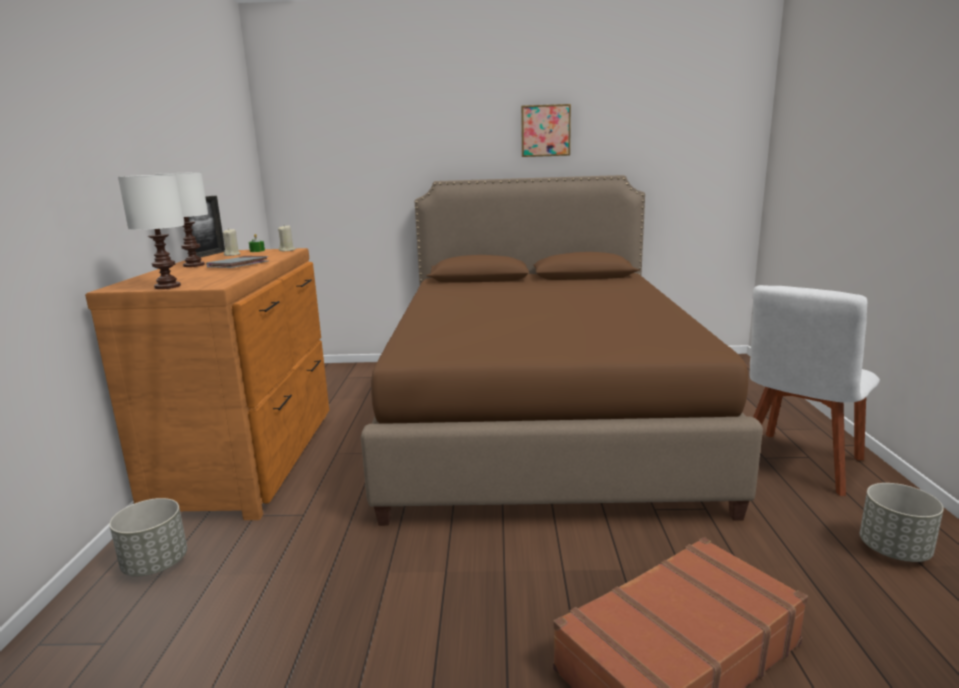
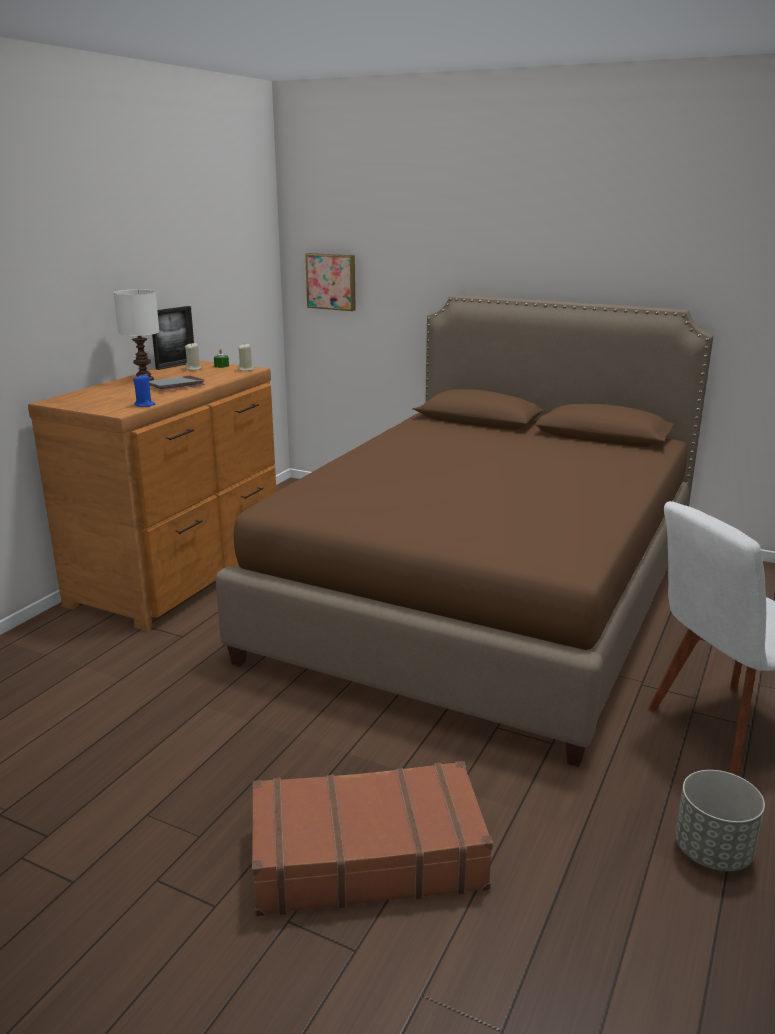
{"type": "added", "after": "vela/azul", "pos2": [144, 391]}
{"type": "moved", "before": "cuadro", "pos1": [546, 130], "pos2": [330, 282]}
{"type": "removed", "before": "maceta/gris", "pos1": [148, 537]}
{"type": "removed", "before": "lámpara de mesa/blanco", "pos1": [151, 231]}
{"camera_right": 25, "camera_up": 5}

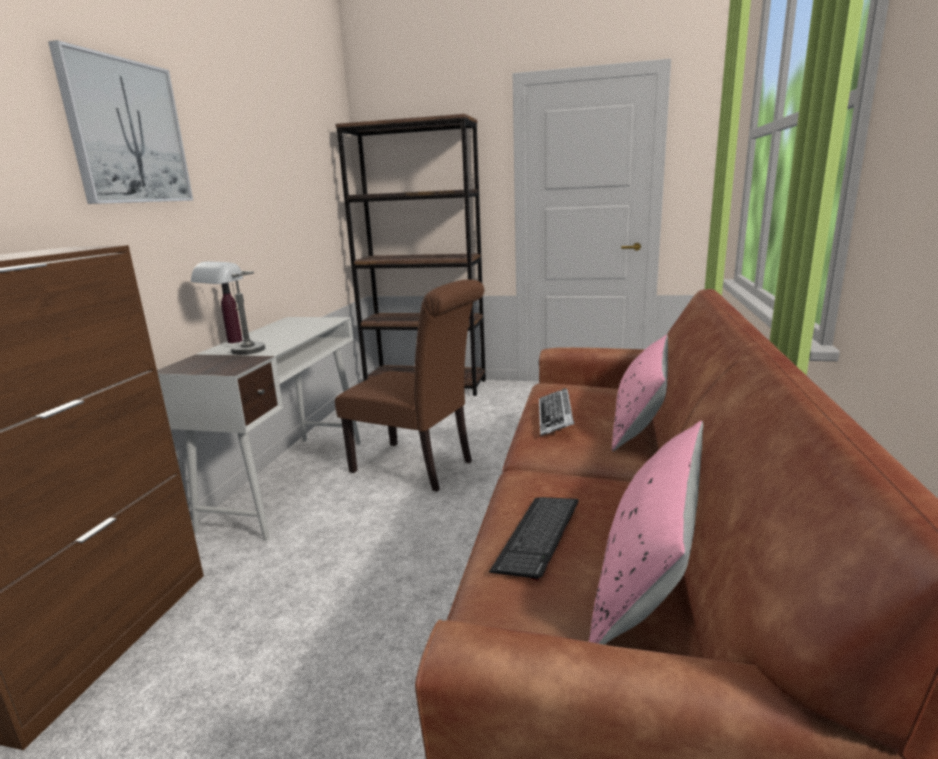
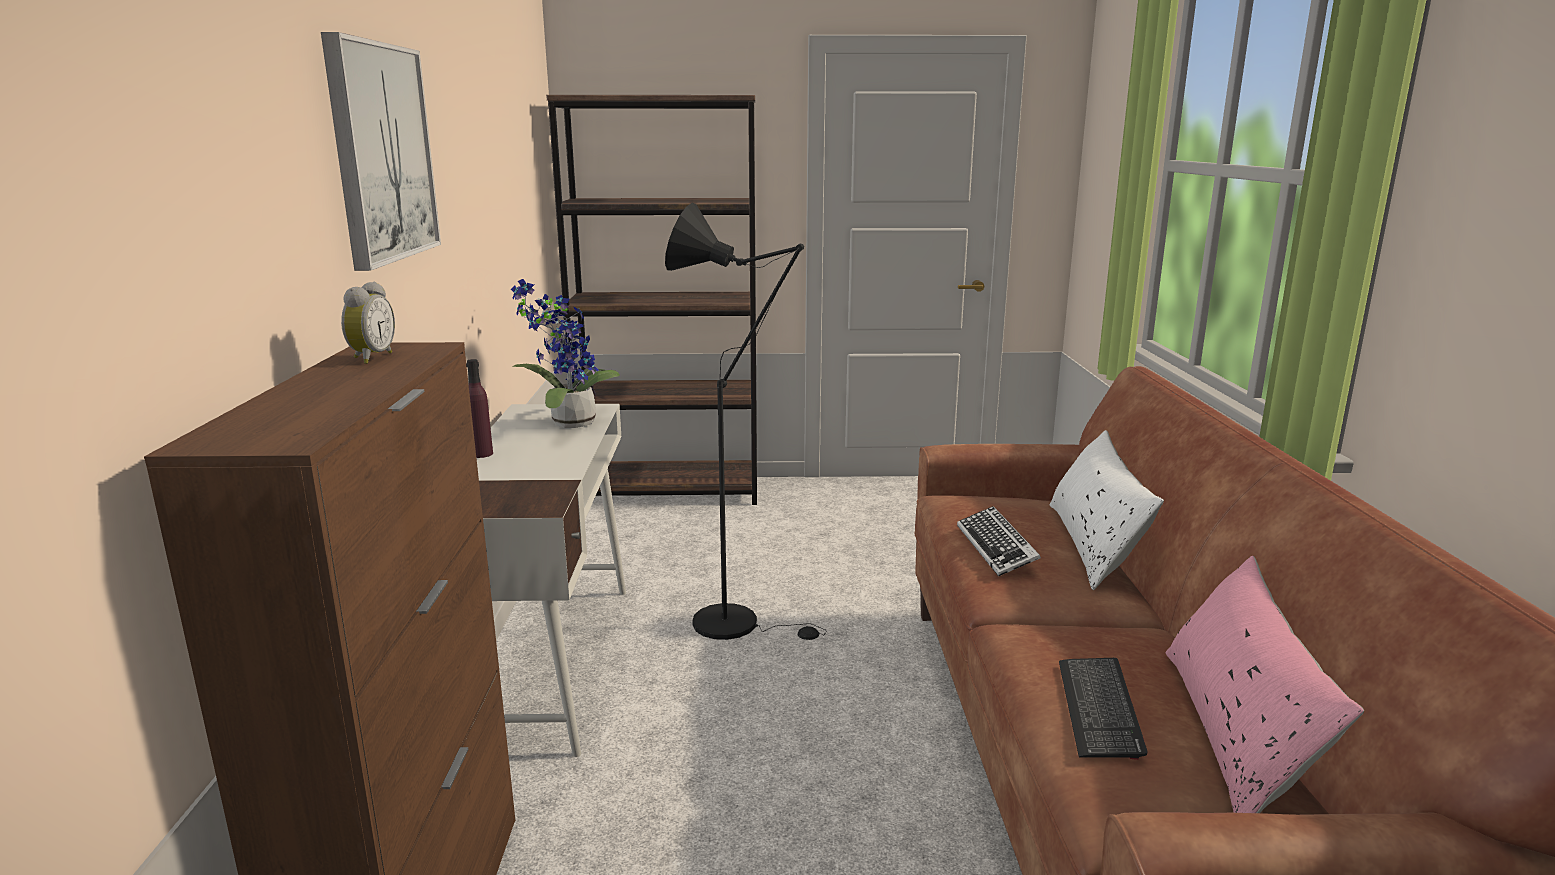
{"type": "added", "after": "despertador", "pos2": [368, 323]}
{"type": "added", "after": "planta en maceta", "pos2": [565, 353]}
{"type": "replaced", "before": "silla/marrón", "after": "lámpara de pie/negro", "pos1": [409, 385], "pos2": [745, 421]}
{"type": "recoloured", "before": "cojín/rosa", "after": "cojín/blanco", "pos1": [640, 393], "pos2": [1107, 510]}
{"type": "removed", "before": "lámpara de mesa/gris", "pos1": [228, 308]}
{"camera_right": -15, "camera_up": 0}

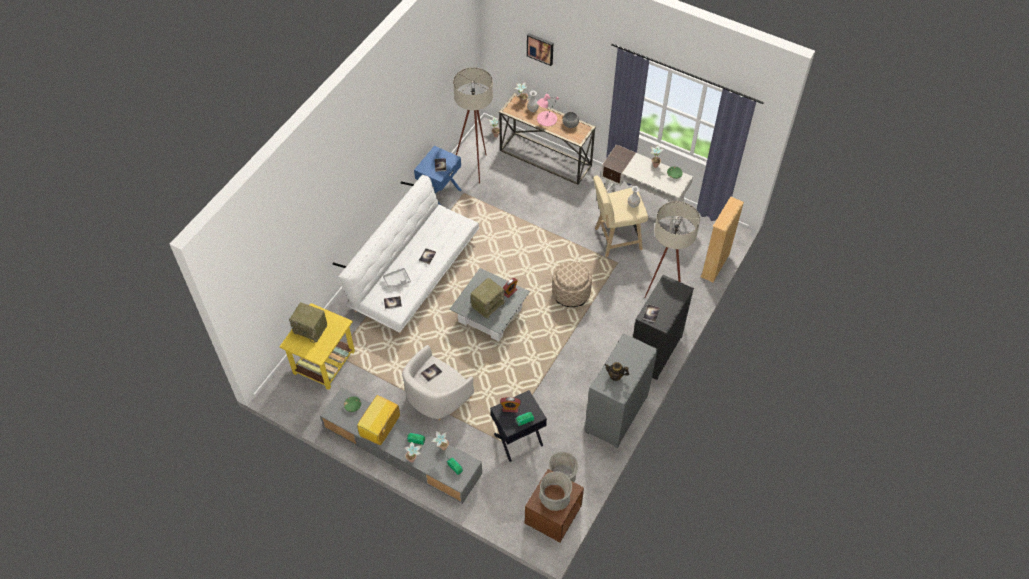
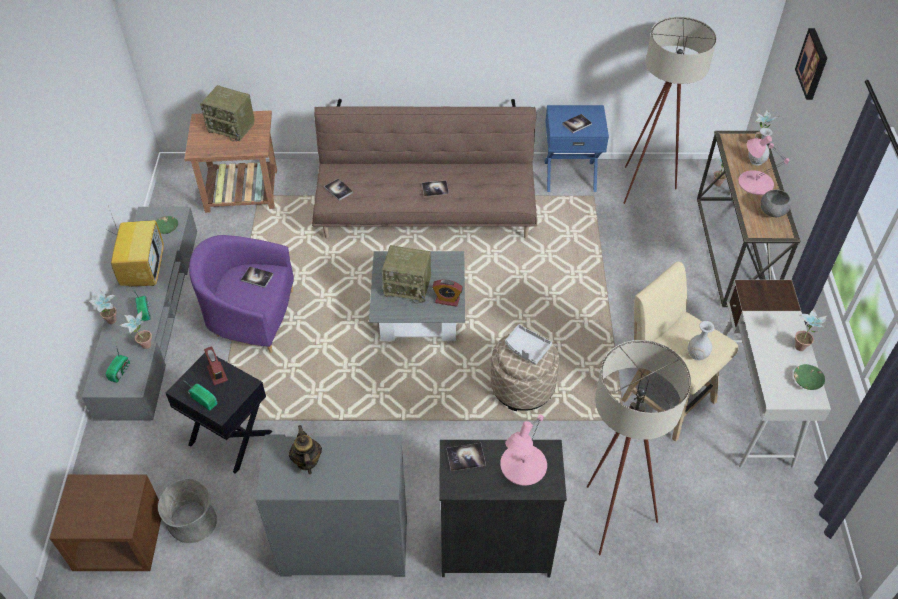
{"type": "turned", "before": "televisor", "pos1": [378, 420], "pos2": [136, 246], "turn": 90}
{"type": "recoloured", "before": "mesa auxiliar/amarillo", "after": "mesa auxiliar/marrón", "pos1": [317, 346], "pos2": [230, 161]}
{"type": "recoloured", "before": "sillón/blanco", "after": "sillón/morado", "pos1": [438, 382], "pos2": [241, 294]}
{"type": "turned", "before": "radio", "pos1": [308, 322], "pos2": [227, 113], "turn": -60}
{"type": "recoloured", "before": "sofá/blanco", "after": "sofá/marrón", "pos1": [406, 255], "pos2": [424, 168]}
{"type": "added", "after": "lámpara de mesa/rosa", "pos2": [523, 450]}
{"type": "moved", "before": "bandeja/gris", "pos1": [397, 278], "pos2": [528, 345]}
{"type": "removed", "before": "florero/gris", "pos1": [555, 491]}
{"type": "removed", "before": "estantería/beis", "pos1": [722, 239]}
{"camera_right": 60, "camera_up": -5}

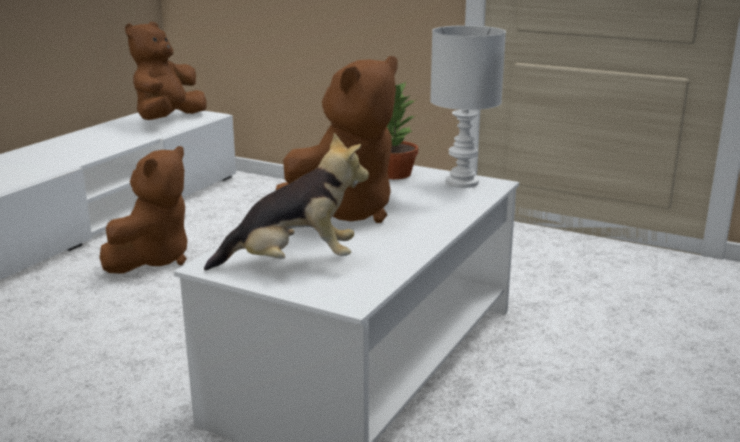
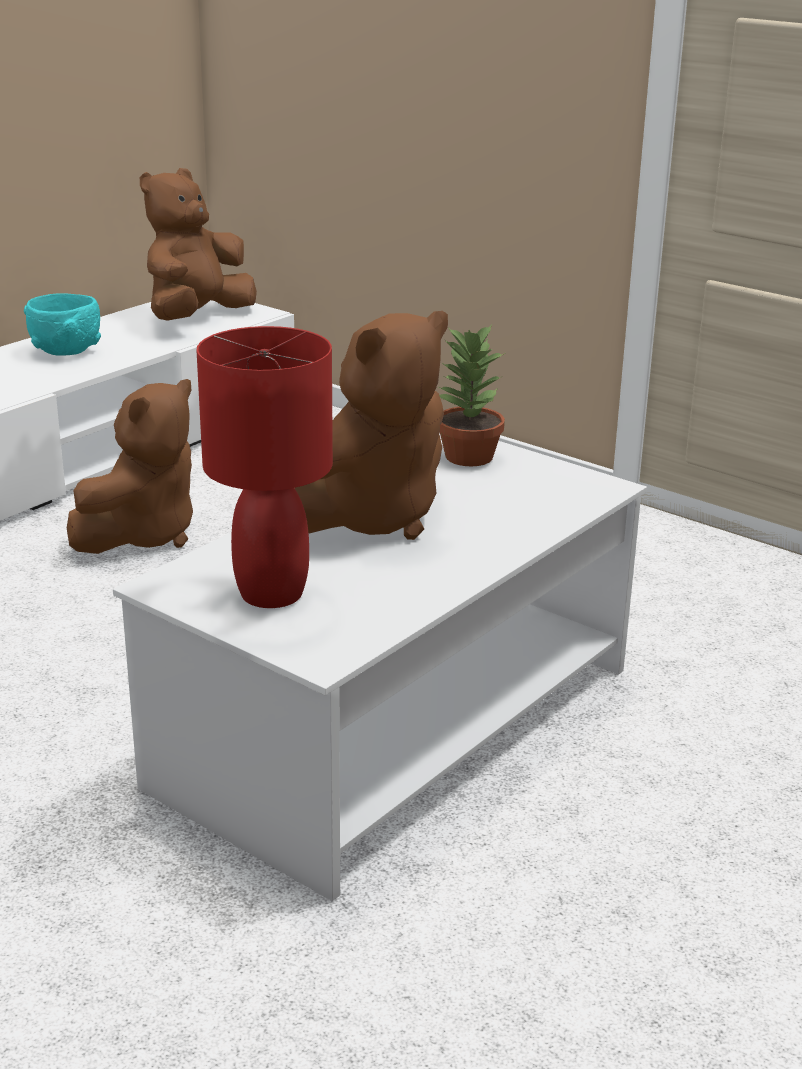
{"type": "added", "after": "cuenco/turquesa", "pos2": [62, 324]}
{"type": "replaced", "before": "peluche", "after": "lámpara de mesa/rojo", "pos1": [286, 202], "pos2": [264, 467]}
{"type": "removed", "before": "lámpara de mesa/blanco", "pos1": [468, 106]}
{"camera_right": 10, "camera_up": 5}

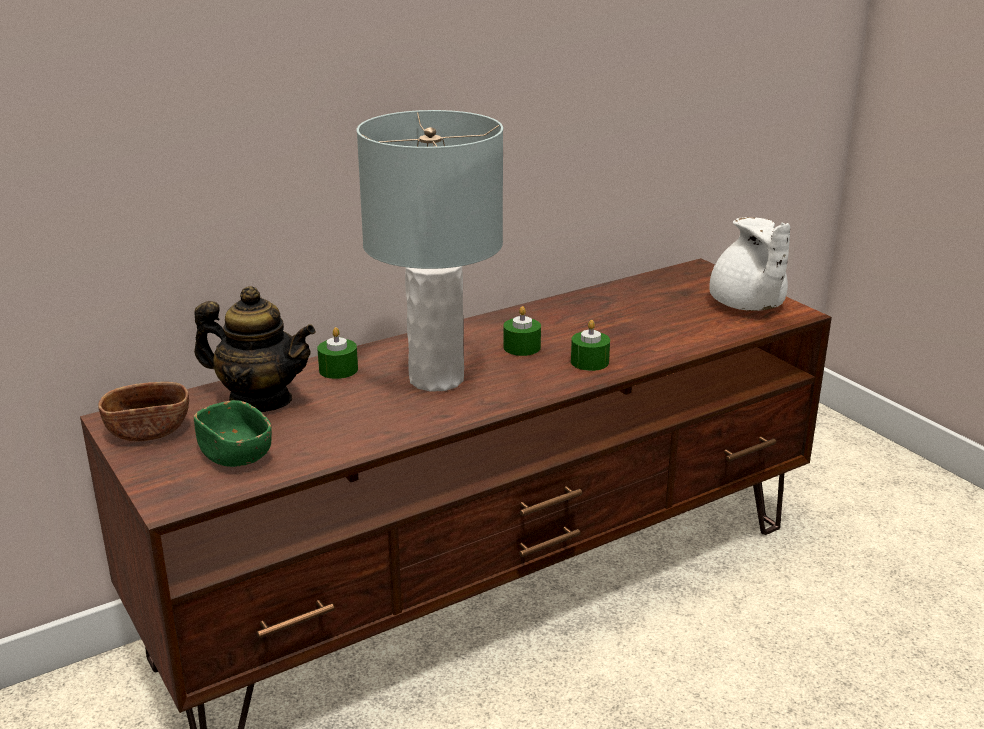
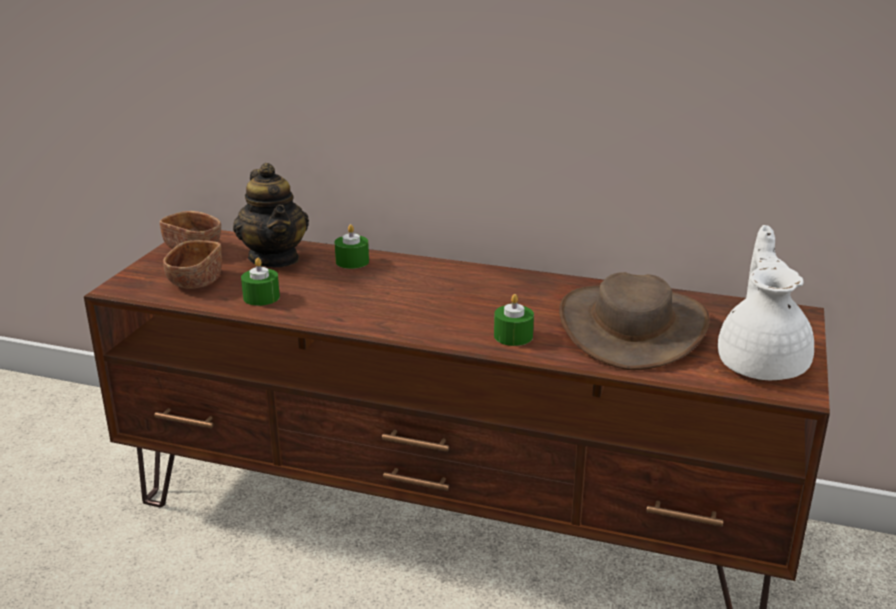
{"type": "recoloured", "before": "cuenco/verde", "after": "cuenco/marrón", "pos1": [233, 433], "pos2": [192, 264]}
{"type": "moved", "before": "vela/verde", "pos1": [522, 331], "pos2": [260, 282]}
{"type": "added", "after": "sombrero/marrón", "pos2": [634, 321]}
{"type": "turned", "before": "tetera/blanco", "pos1": [749, 264], "pos2": [766, 302], "turn": 150}
{"type": "removed", "before": "lámpara de mesa/gris", "pos1": [430, 251]}
{"camera_right": 50, "camera_up": 0}

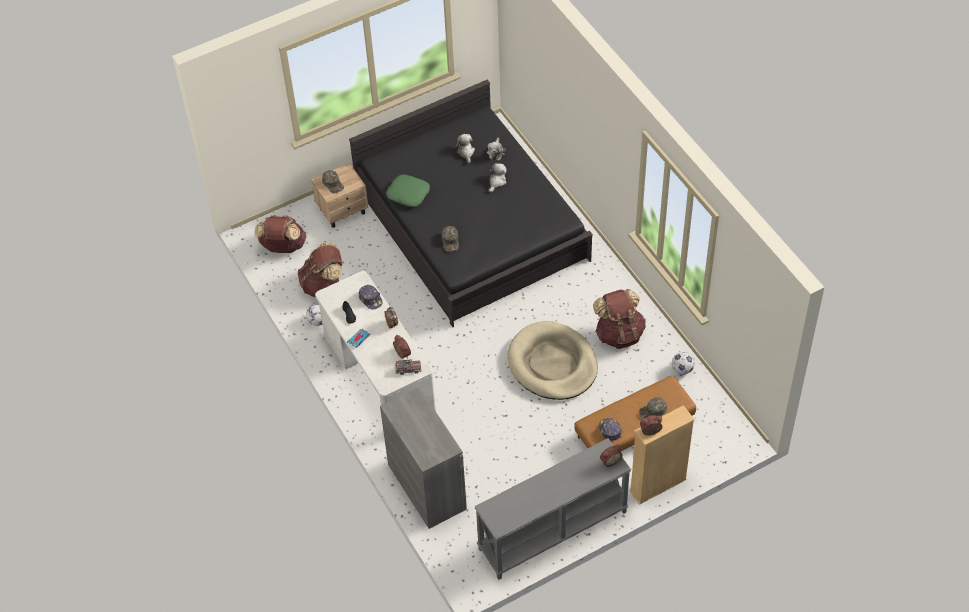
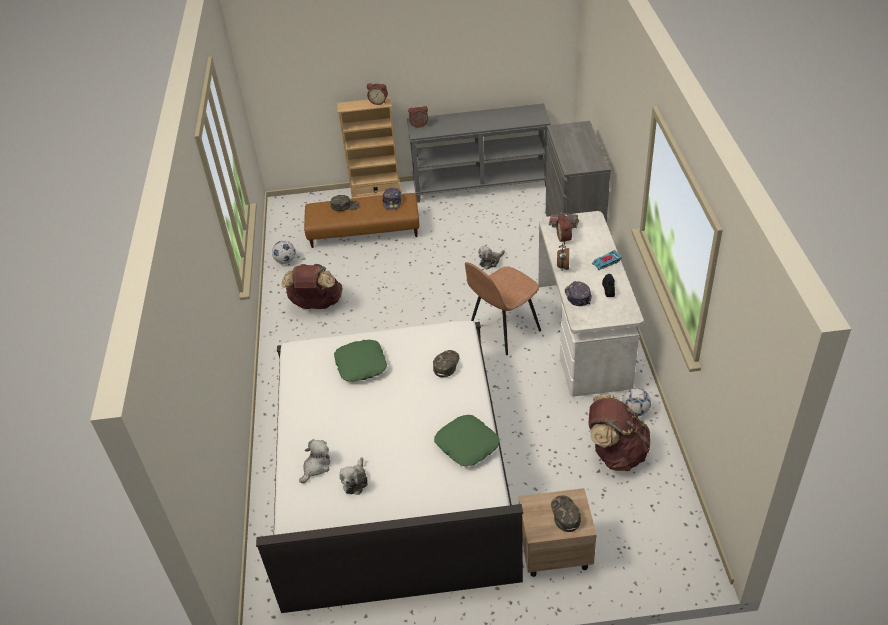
{"type": "recoloured", "before": "cama/negro", "after": "cama/blanco", "pos1": [471, 203], "pos2": [389, 467]}
{"type": "added", "after": "cojín/verde", "pos2": [360, 360]}
{"type": "added", "after": "silla/marrón", "pos2": [503, 308]}
{"type": "moved", "before": "peluche", "pos1": [497, 177], "pos2": [491, 258]}
{"type": "removed", "before": "mochila/marrón", "pos1": [281, 234]}
{"type": "removed", "before": "cama para perro/beis", "pos1": [552, 360]}
{"camera_right": -155, "camera_up": -10}

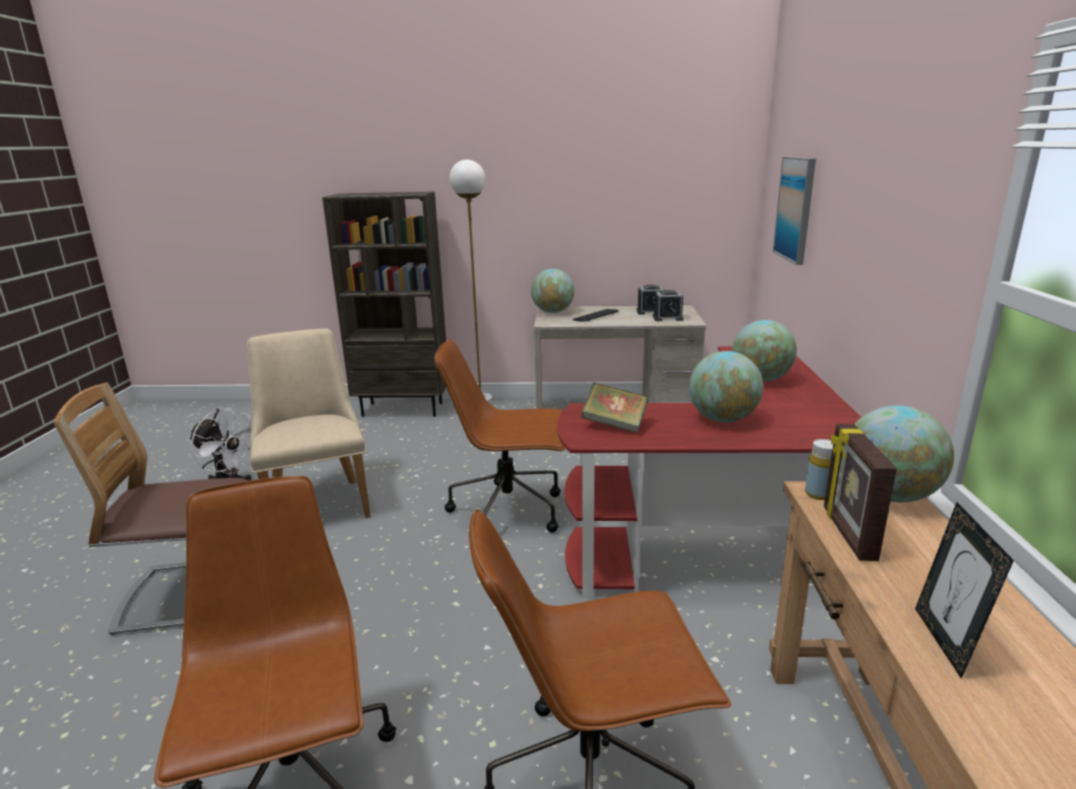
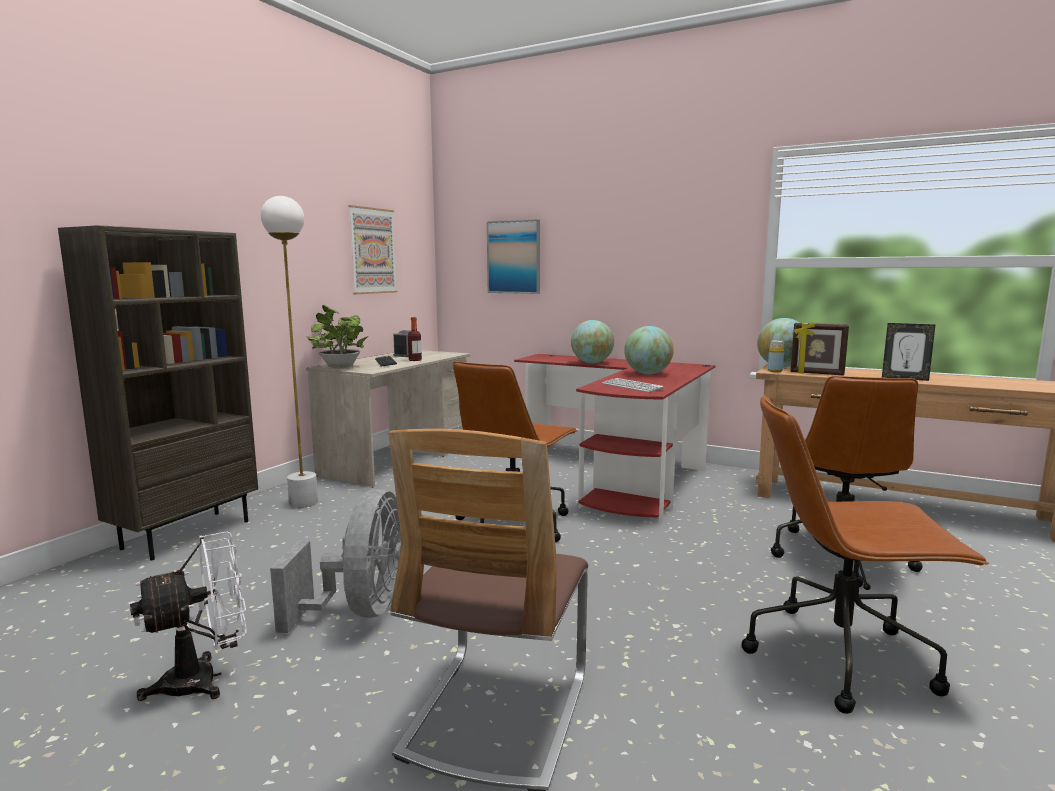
{"type": "replaced", "before": "silla/beis", "after": "ventilador/gris", "pos1": [309, 423], "pos2": [335, 561]}
{"type": "replaced", "before": "globo terráqueo", "after": "planta en maceta", "pos1": [553, 291], "pos2": [337, 336]}
{"type": "added", "after": "cuadro", "pos2": [373, 249]}
{"type": "added", "after": "botella", "pos2": [415, 339]}
{"type": "replaced", "before": "libro", "after": "teclado", "pos1": [614, 407], "pos2": [633, 385]}
{"type": "removed", "before": "despertador", "pos1": [668, 305]}
{"camera_right": -65, "camera_up": -10}

